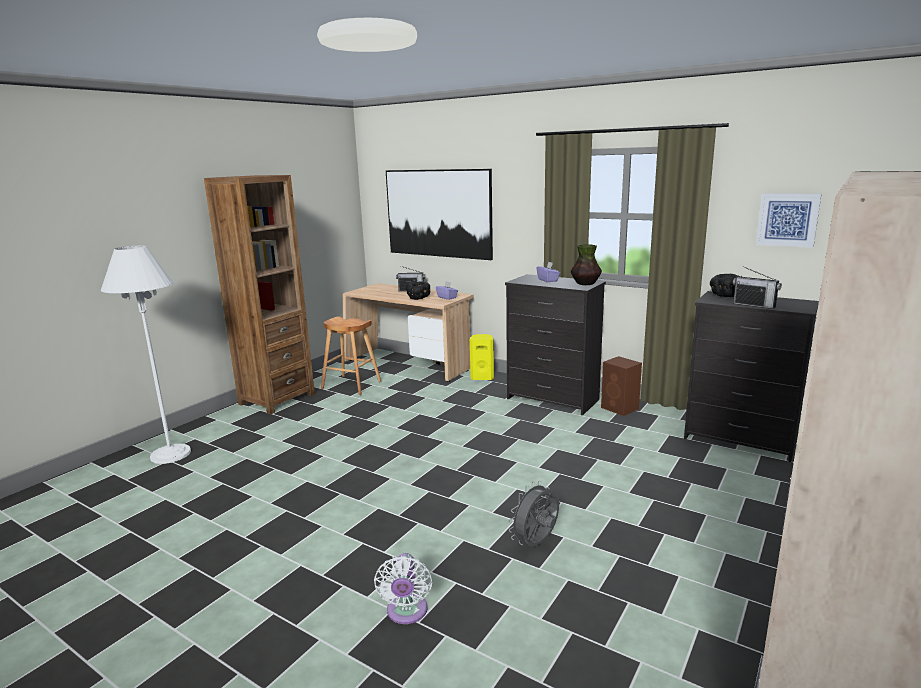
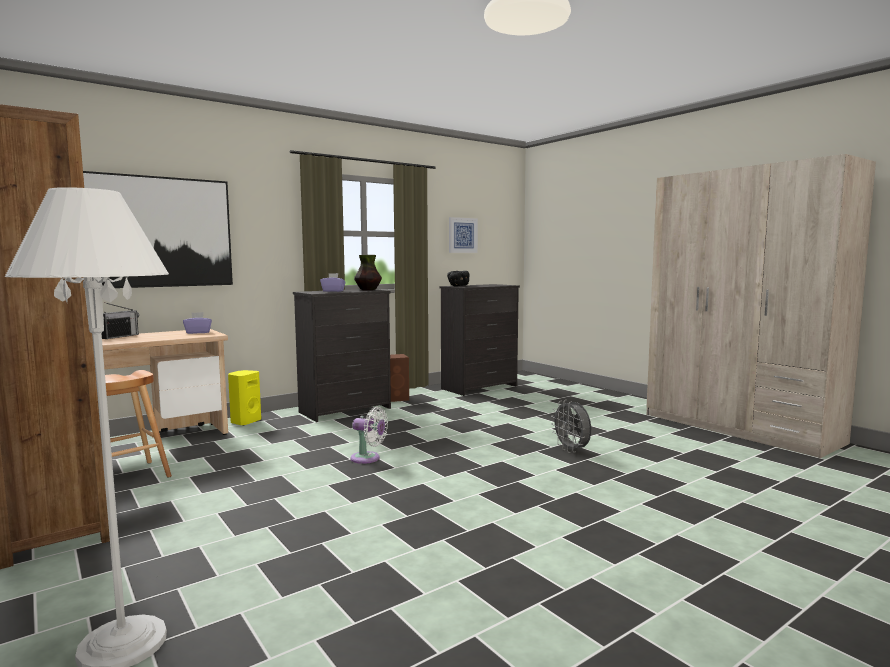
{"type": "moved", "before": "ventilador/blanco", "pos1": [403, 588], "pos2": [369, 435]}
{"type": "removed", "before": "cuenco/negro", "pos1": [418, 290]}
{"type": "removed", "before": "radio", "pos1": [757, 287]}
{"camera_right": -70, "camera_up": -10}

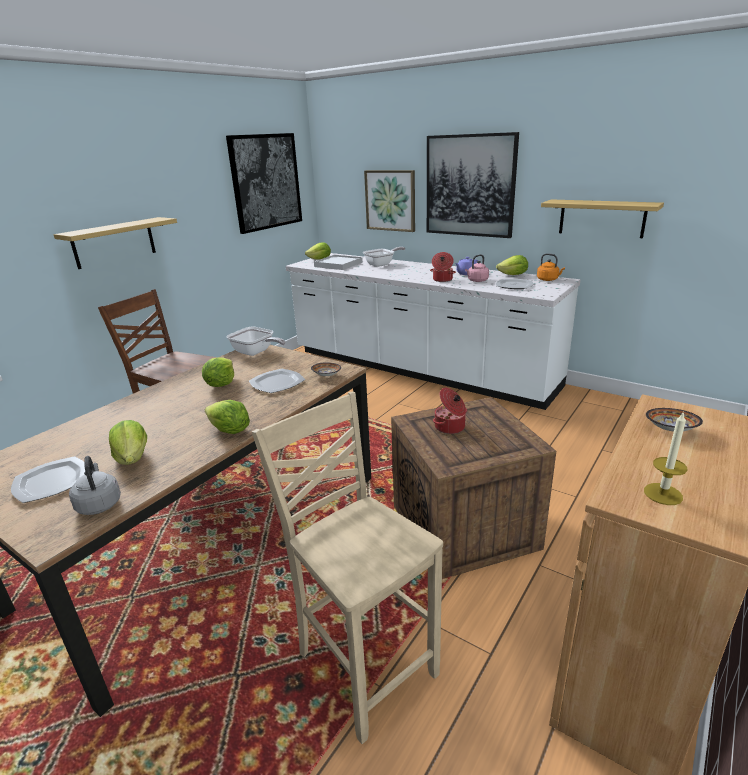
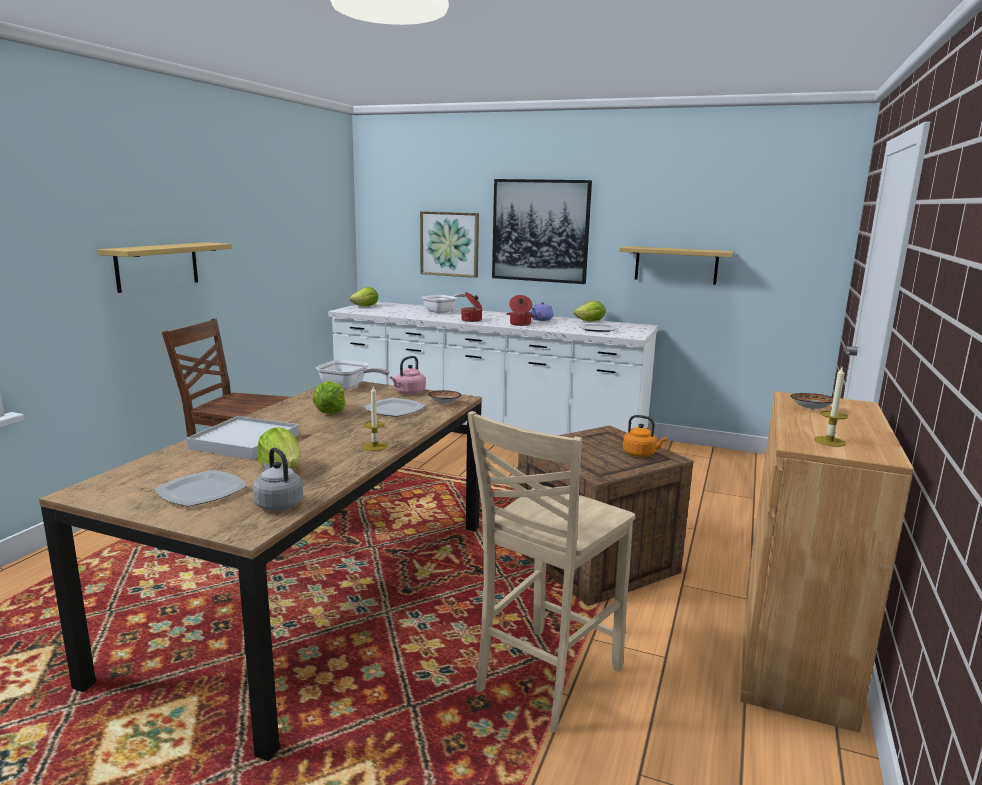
{"type": "moved", "before": "bandeja/blanco", "pos1": [338, 262], "pos2": [242, 438]}
{"type": "replaced", "before": "lechuga", "after": "vela", "pos1": [227, 417], "pos2": [375, 418]}
{"type": "moved", "before": "hervidor/rosa", "pos1": [477, 268], "pos2": [407, 375]}
{"type": "moved", "before": "olla", "pos1": [450, 411], "pos2": [471, 307]}
{"type": "turned", "before": "silla/beis", "pos1": [347, 567], "pos2": [551, 572], "turn": -90}
{"type": "moved", "before": "hervidor/naranja", "pos1": [551, 267], "pos2": [645, 436]}
{"type": "removed", "before": "cuadro", "pos1": [264, 183]}
{"camera_right": -15, "camera_up": -10}

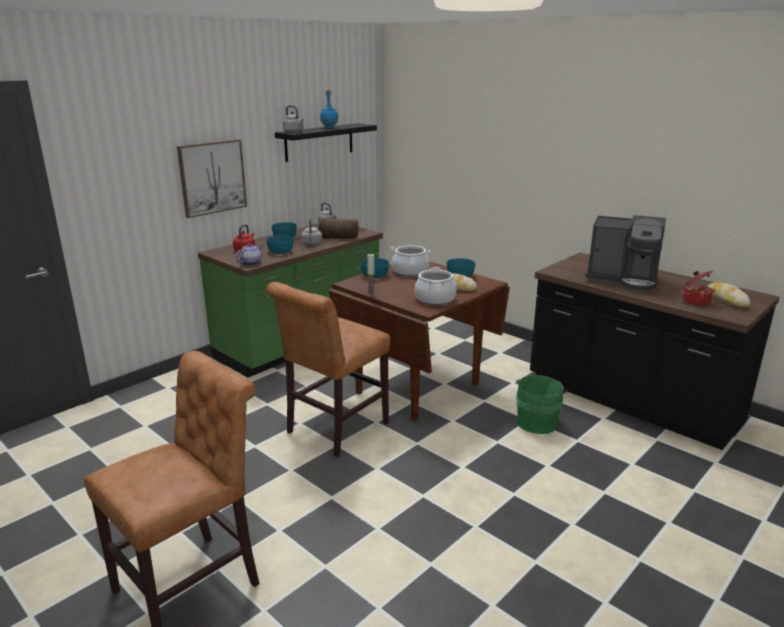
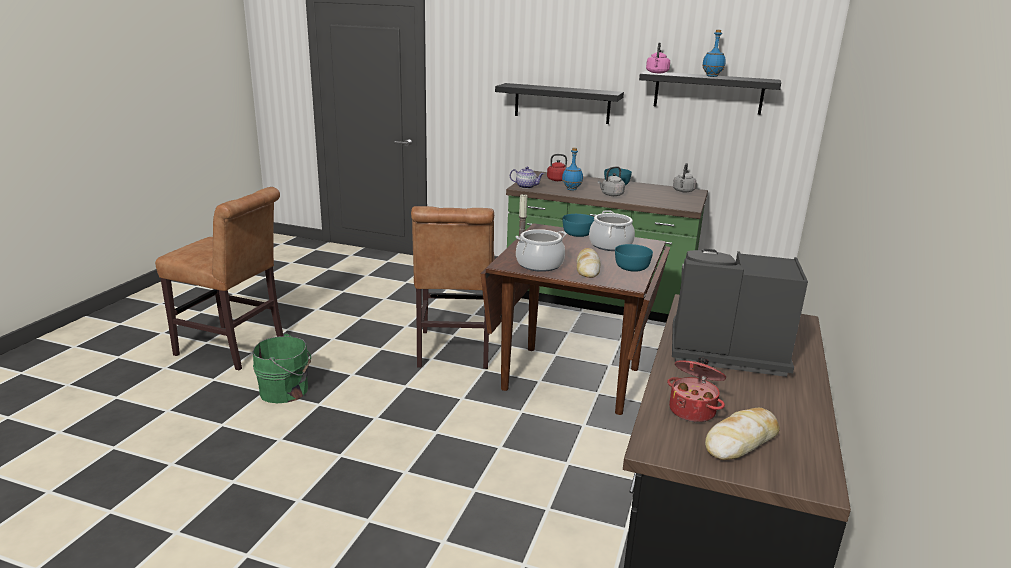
{"type": "moved", "before": "cubo/verde", "pos1": [541, 404], "pos2": [282, 368]}
{"type": "turned", "before": "silla/marrón", "pos1": [328, 369], "pos2": [452, 287], "turn": -105}
{"type": "replaced", "before": "cuadro", "after": "estante/negro", "pos1": [212, 178], "pos2": [559, 103]}
{"type": "replaced", "before": "cuenco/turquesa", "after": "botella/azul", "pos1": [280, 244], "pos2": [572, 169]}
{"type": "recoloured", "before": "hervidor/gris", "after": "hervidor/rosa", "pos1": [293, 119], "pos2": [658, 57]}
{"type": "turned", "before": "cafetera", "pos1": [625, 254], "pos2": [740, 313], "turn": 105}
{"type": "removed", "before": "pan", "pos1": [339, 229]}
{"camera_right": 65, "camera_up": 0}

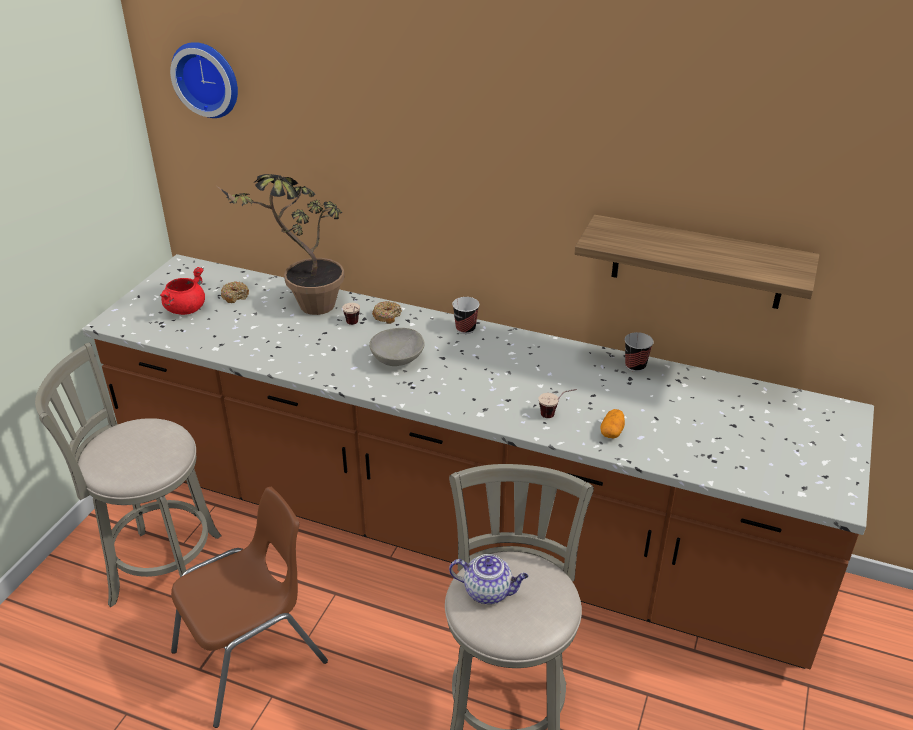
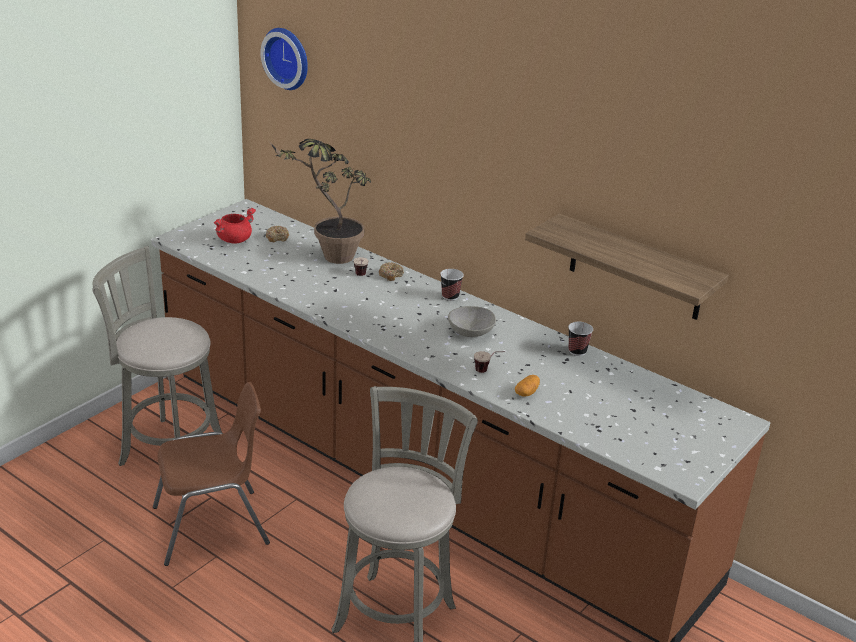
{"type": "moved", "before": "cuenco/gris", "pos1": [397, 347], "pos2": [472, 321]}
{"type": "removed", "before": "tetera", "pos1": [488, 579]}
{"camera_right": 15, "camera_up": -5}

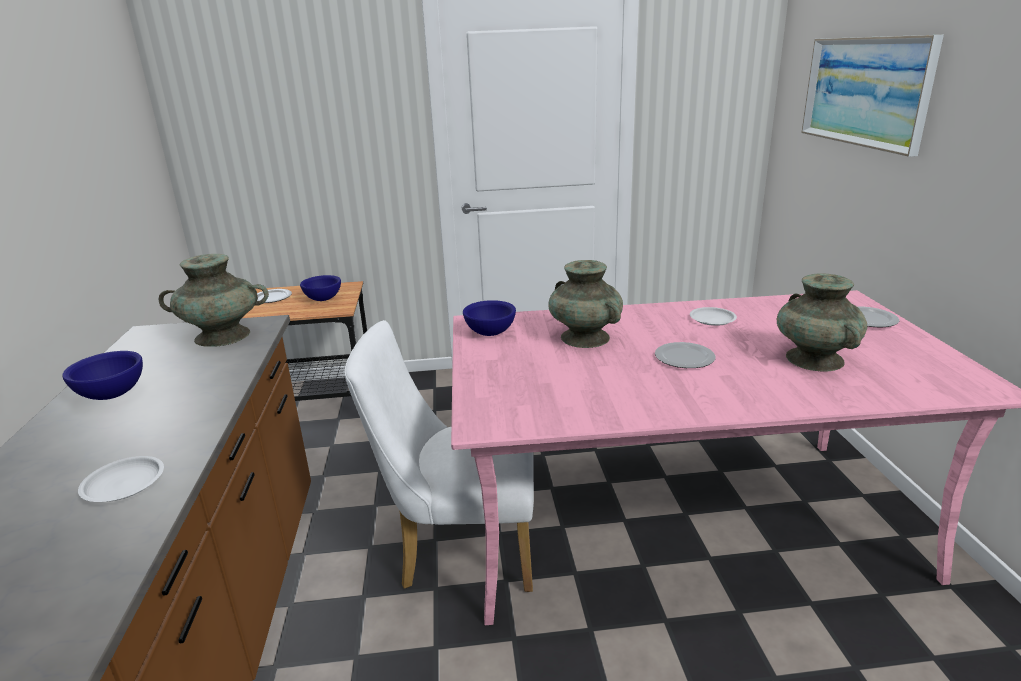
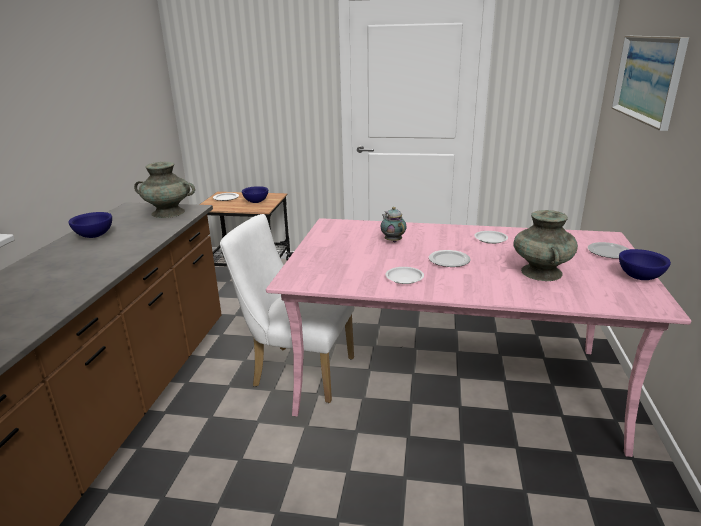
{"type": "replaced", "before": "florero/turquesa", "after": "tetera", "pos1": [585, 304], "pos2": [393, 225]}
{"type": "moved", "before": "plato/blanco", "pos1": [121, 479], "pos2": [405, 275]}
{"type": "moved", "before": "cuenco/azul", "pos1": [489, 318], "pos2": [645, 264]}
{"camera_right": 15, "camera_up": 0}

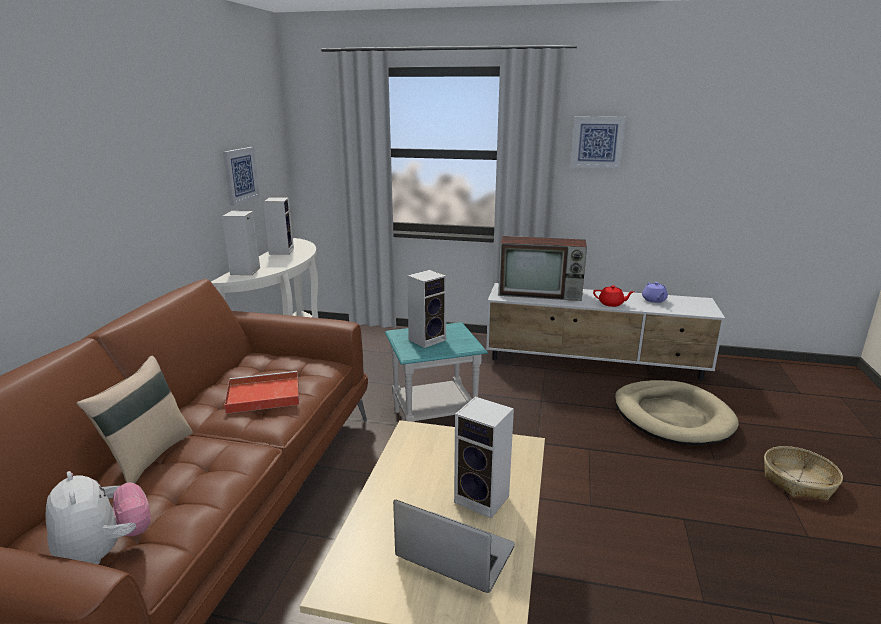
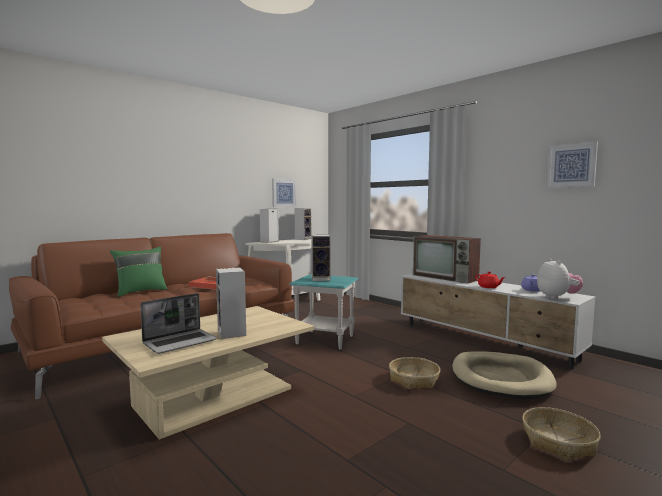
{"type": "recoloured", "before": "cojín/beis", "after": "cojín/verde", "pos1": [135, 419], "pos2": [138, 271]}
{"type": "turned", "before": "portátil", "pos1": [454, 546], "pos2": [178, 323], "turn": 75}
{"type": "added", "after": "cesta", "pos2": [414, 373]}
{"type": "moved", "before": "peluche", "pos1": [98, 517], "pos2": [560, 279]}
{"type": "moved", "before": "cuadro", "pos1": [598, 142], "pos2": [572, 164]}
{"camera_right": 35, "camera_up": -15}

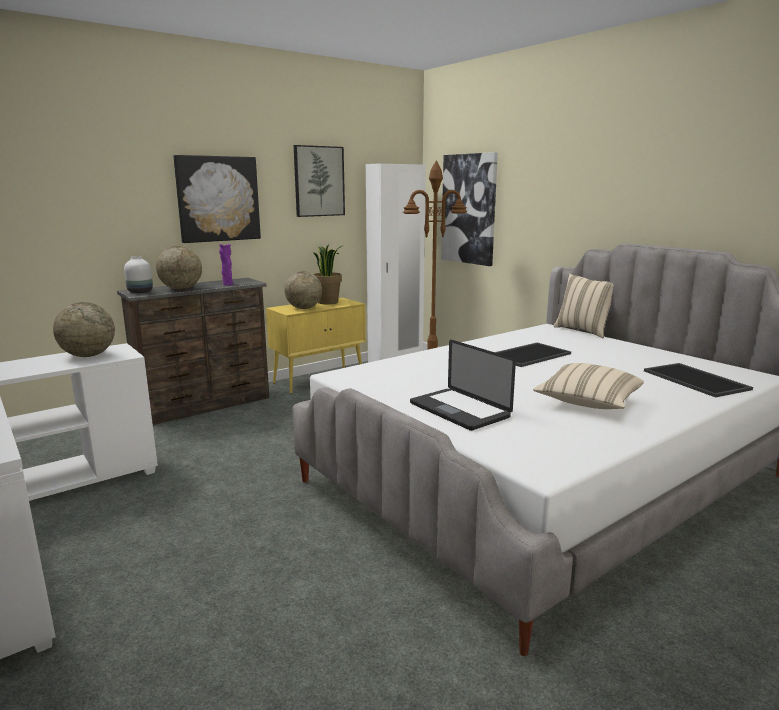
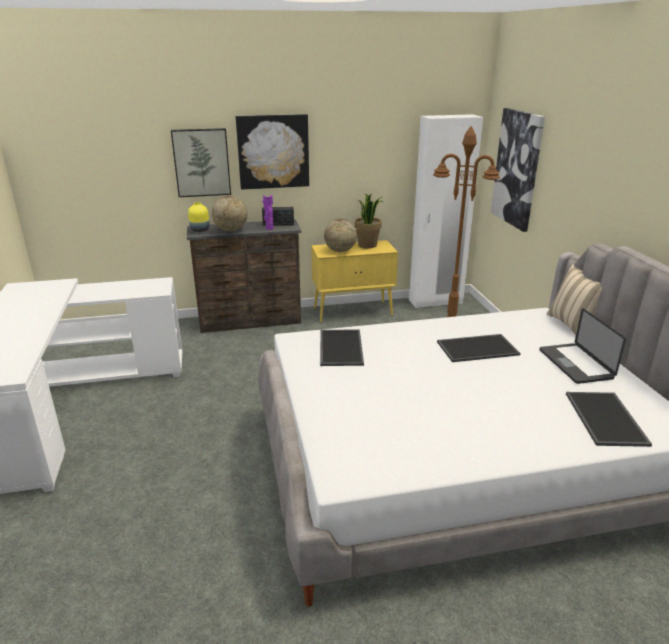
{"type": "moved", "before": "cuadro", "pos1": [319, 181], "pos2": [201, 162]}
{"type": "recoloured", "before": "florero/blanco", "after": "florero/amarillo", "pos1": [138, 274], "pos2": [198, 217]}
{"type": "added", "after": "radio", "pos2": [278, 216]}
{"type": "added", "after": "bandeja", "pos2": [342, 347]}
{"type": "moved", "before": "portátil", "pos1": [463, 385], "pos2": [583, 346]}
{"type": "removed", "before": "globo terráqueo", "pos1": [84, 329]}
{"type": "removed", "before": "cojín/beis", "pos1": [588, 386]}
{"camera_right": 25, "camera_up": 10}

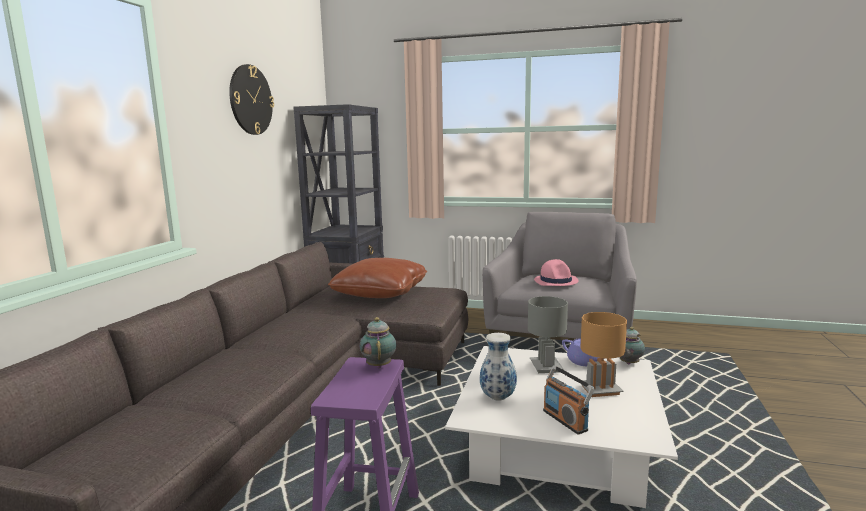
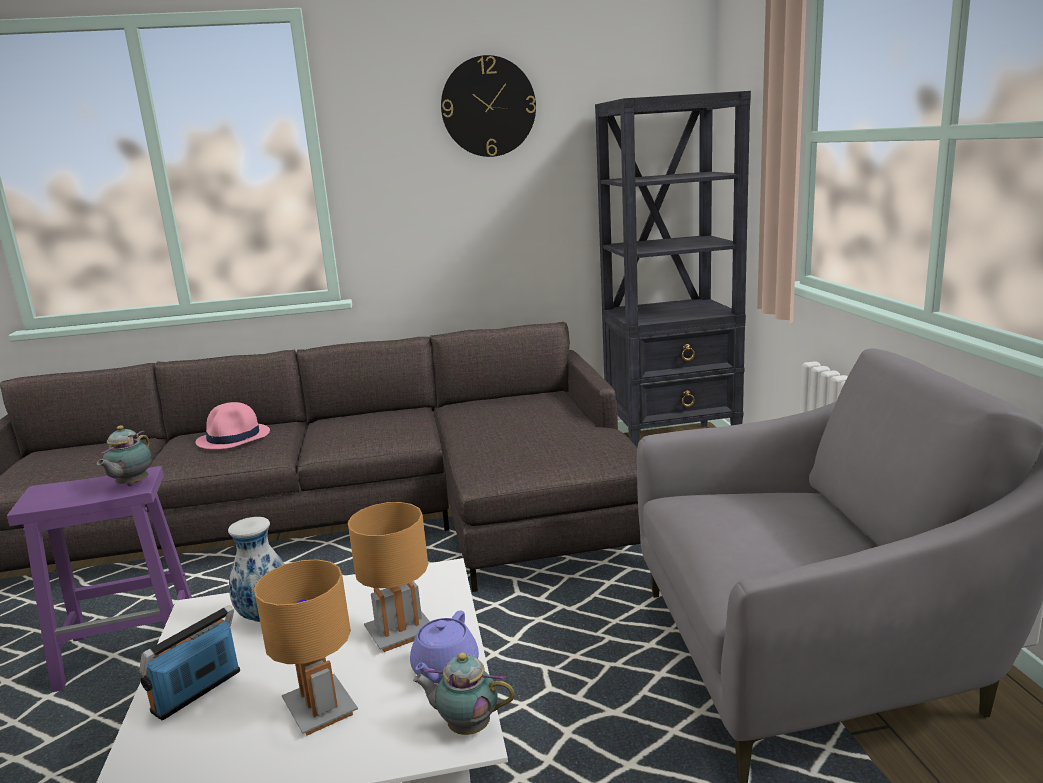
{"type": "turned", "before": "tetera", "pos1": [378, 342], "pos2": [124, 455], "turn": 135}
{"type": "moved", "before": "sombrero/rosa", "pos1": [556, 272], "pos2": [233, 425]}
{"type": "recoloured", "before": "lámpara de mesa/gris", "after": "lámpara de mesa/marrón", "pos1": [548, 334], "pos2": [389, 577]}
{"type": "removed", "before": "cojín/marrón", "pos1": [377, 278]}
{"camera_right": 65, "camera_up": 5}

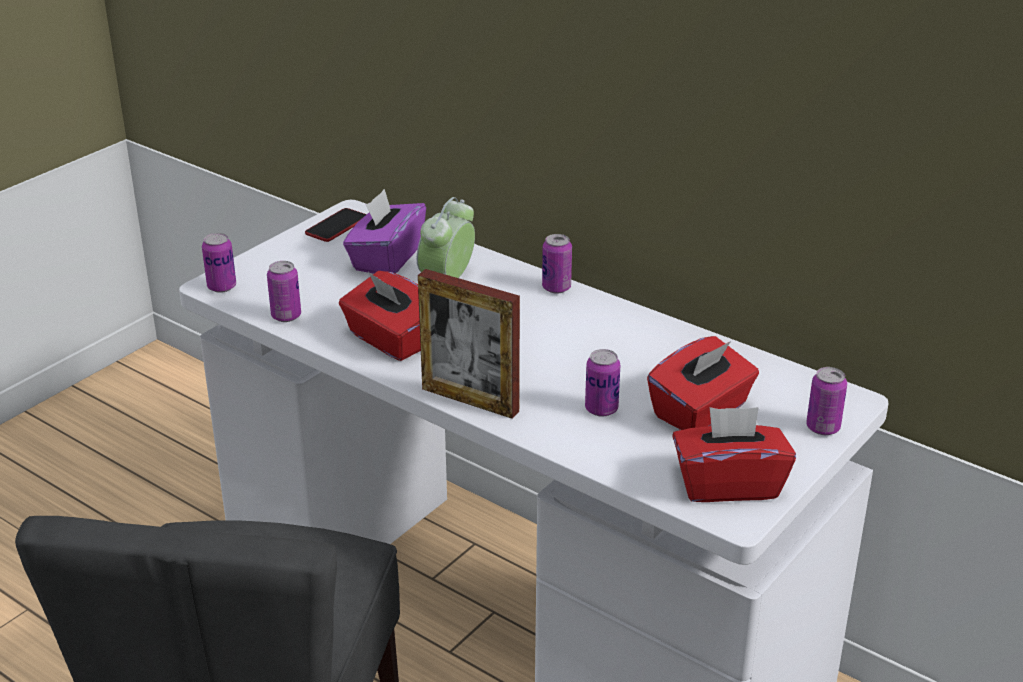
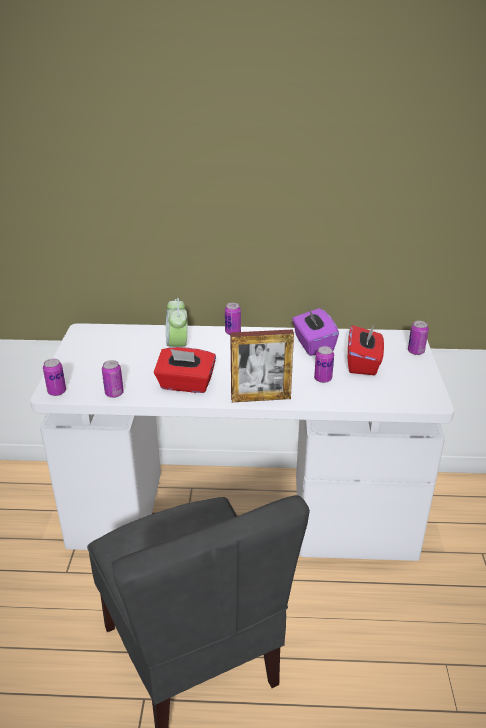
{"type": "moved", "before": "caja de pañuelos/morado", "pos1": [384, 231], "pos2": [315, 331]}
{"type": "removed", "before": "móvil", "pos1": [335, 225]}
{"type": "removed", "before": "caja de pañuelos/rojo", "pos1": [734, 454]}
{"camera_right": -35, "camera_up": 0}

